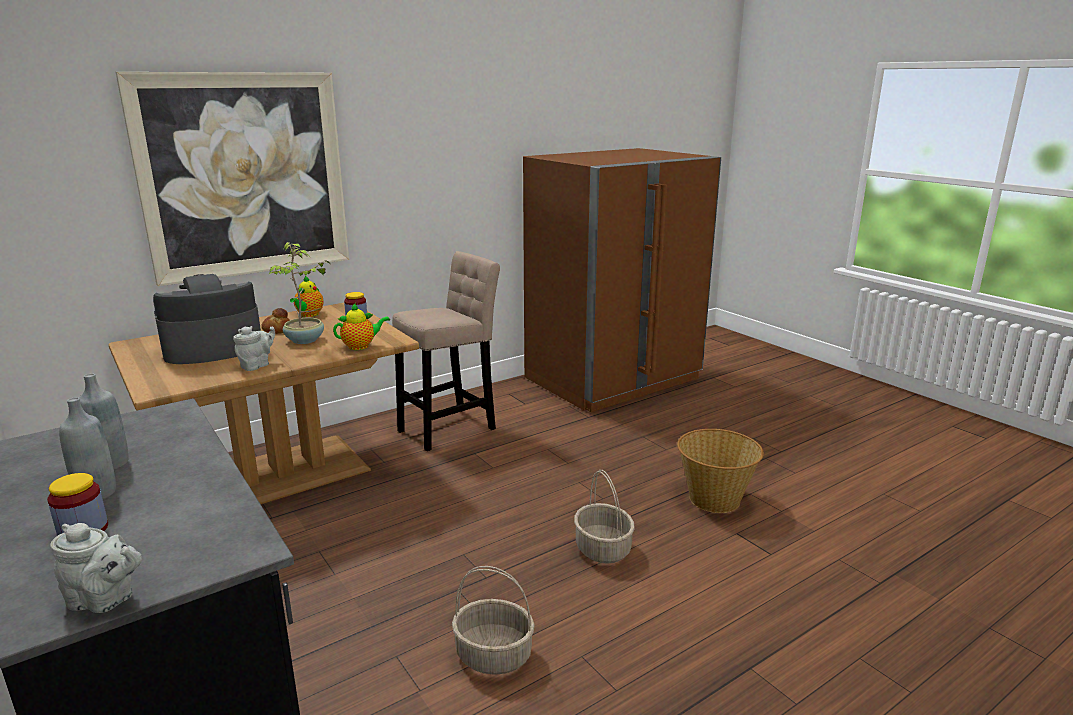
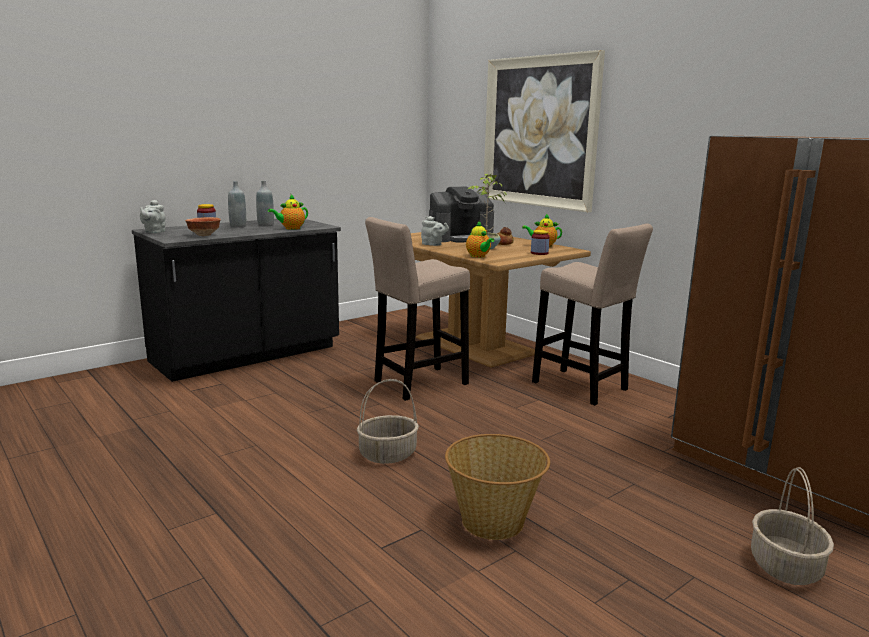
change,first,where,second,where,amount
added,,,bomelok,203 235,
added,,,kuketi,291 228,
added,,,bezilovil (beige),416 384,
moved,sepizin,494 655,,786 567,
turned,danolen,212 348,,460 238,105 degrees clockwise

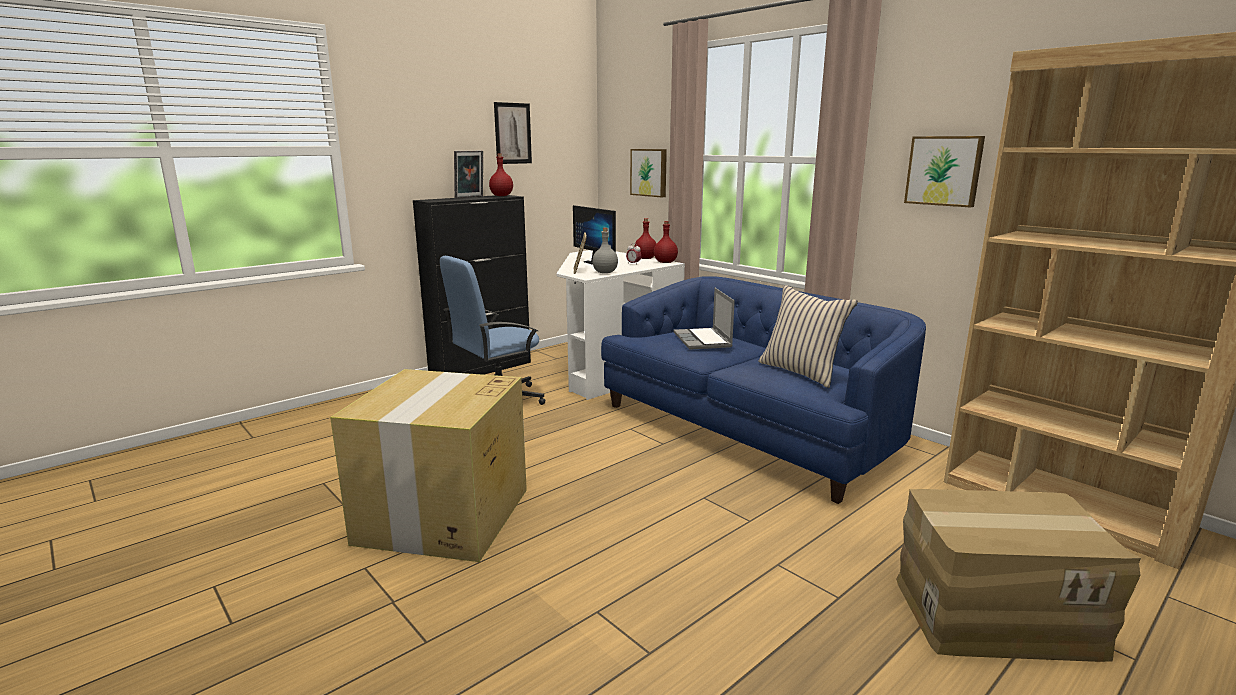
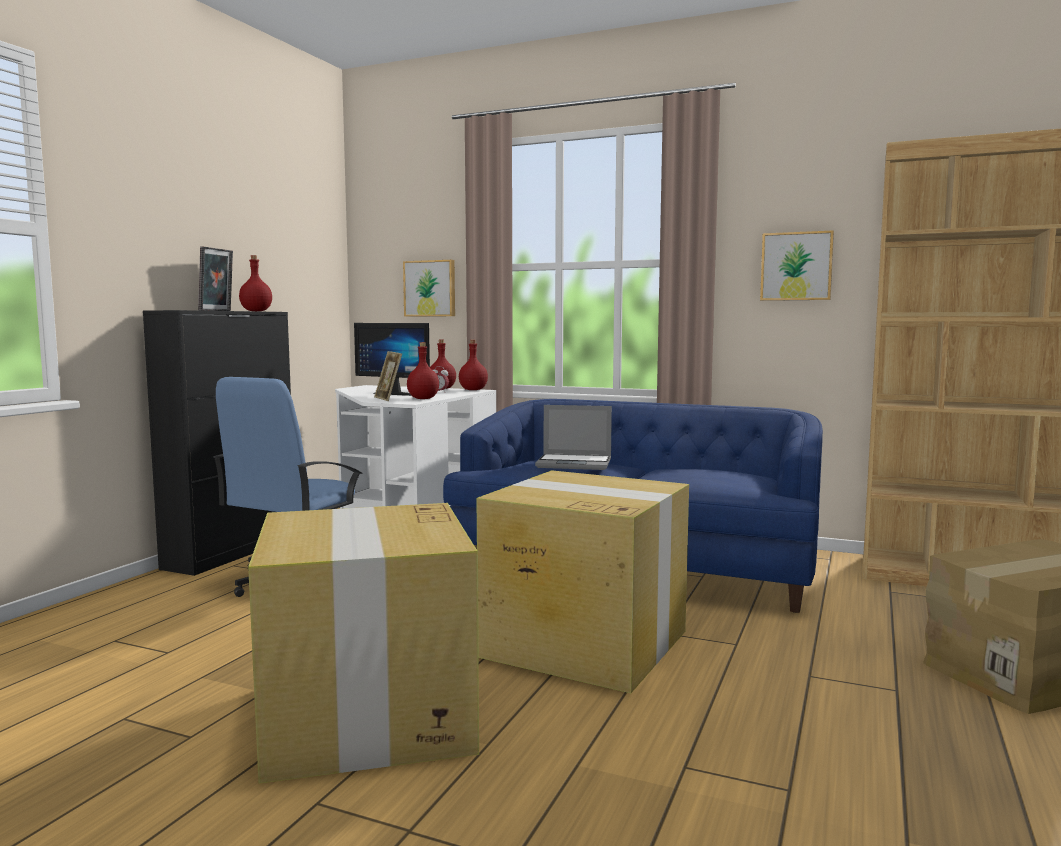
change,first,where,second,where,amount
removed,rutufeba,512 133,,,
removed,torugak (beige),801 372,,,
added,,,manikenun,583 643,
recoloured,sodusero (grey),605 272,sodusero (red),423 398,
turned,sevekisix,703 340,,575 464,45 degrees counterclockwise

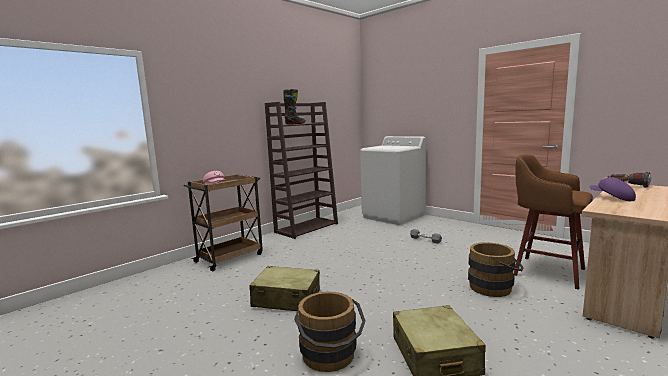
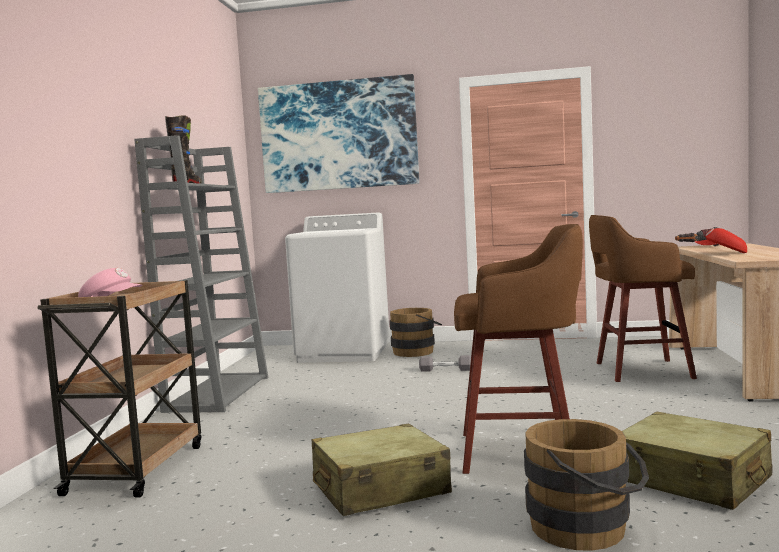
change,first,where,second,where,amount
added,,,rutufeba,338 135,
added,,,bezilovil (brown),521 452,
moved,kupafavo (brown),494 287,,417 351,
recoloured,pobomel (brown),307 228,pobomel (grey),218 393,
recoloured,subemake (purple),611 198,subemake (red),721 253,

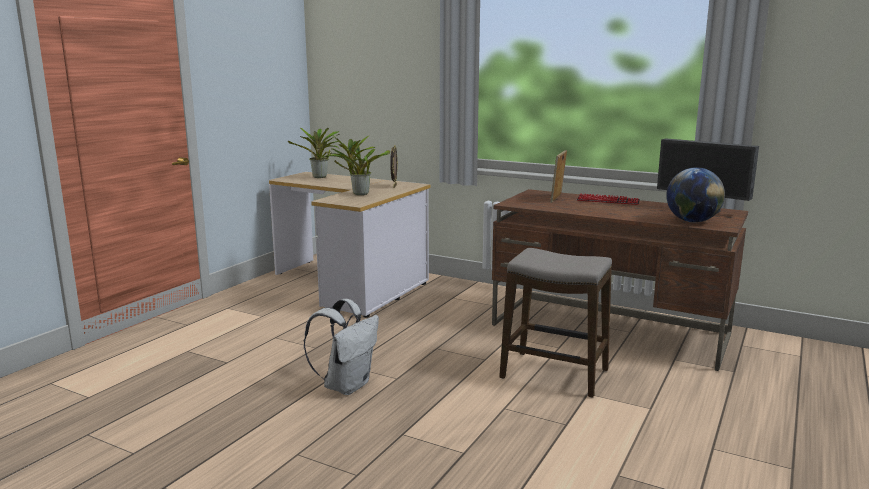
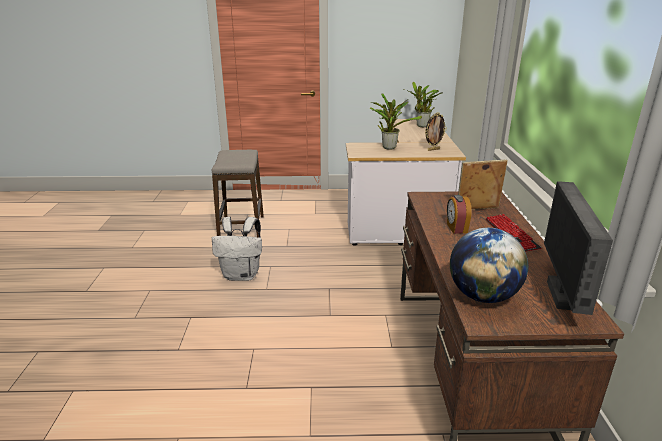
change,first,where,second,where,amount
added,,,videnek,456 228,
moved,bezilovil,554 374,,241 229,

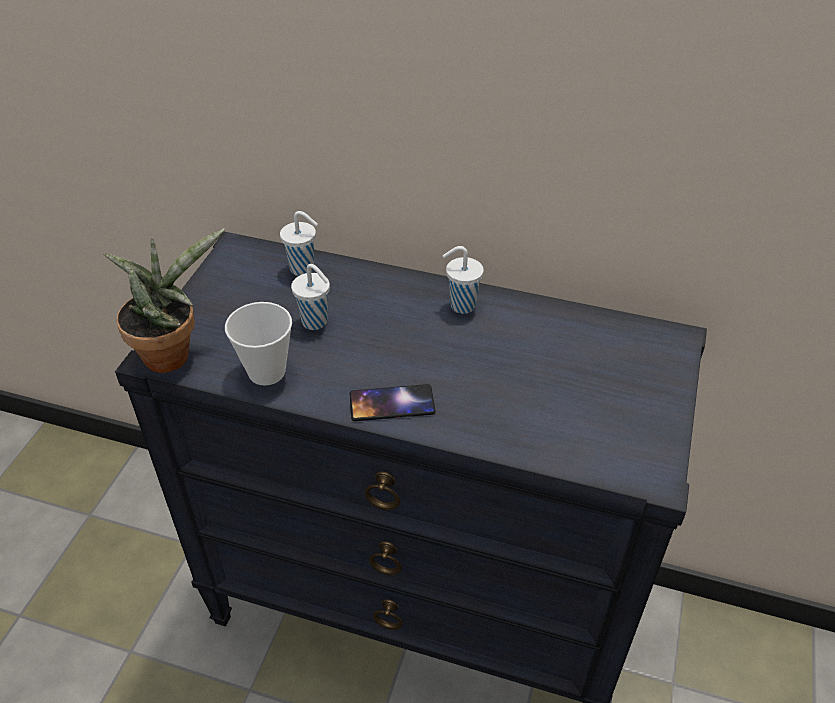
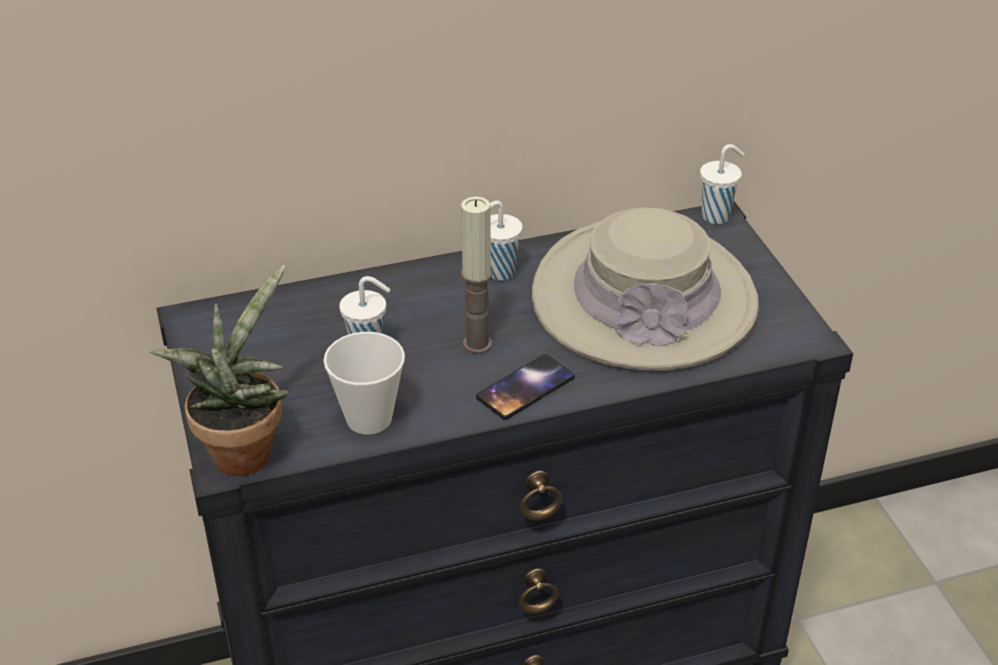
change,first,where,second,where,amount
added,,,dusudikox,477 344,
added,,,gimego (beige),644 299,
moved,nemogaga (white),304 269,,717 216,

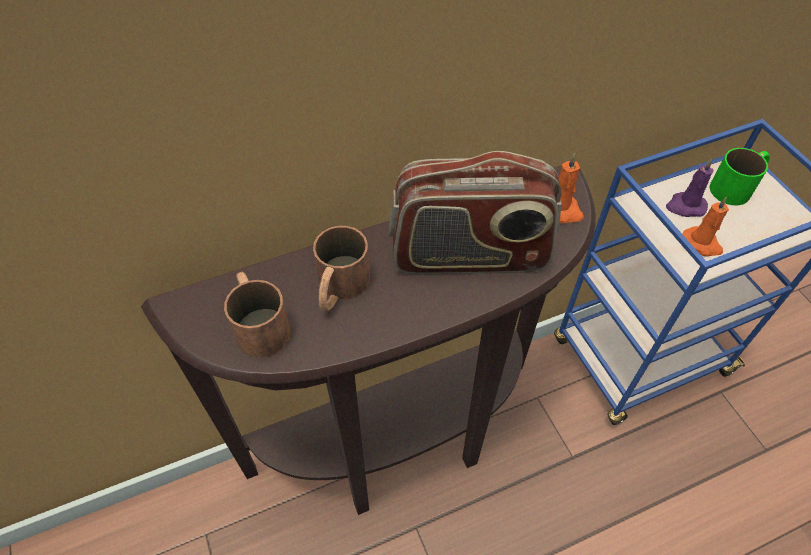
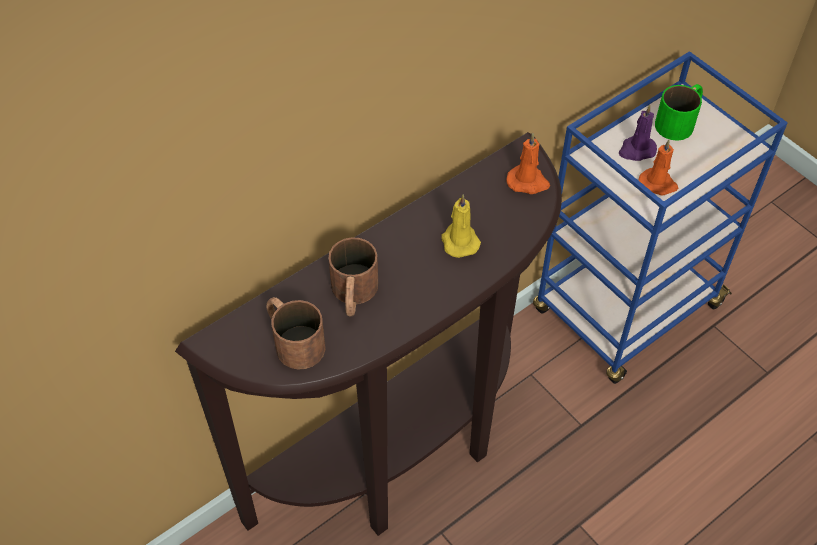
change,first,where,second,where,amount
replaced,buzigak,469 255,dusudikox (yellow),459 241,

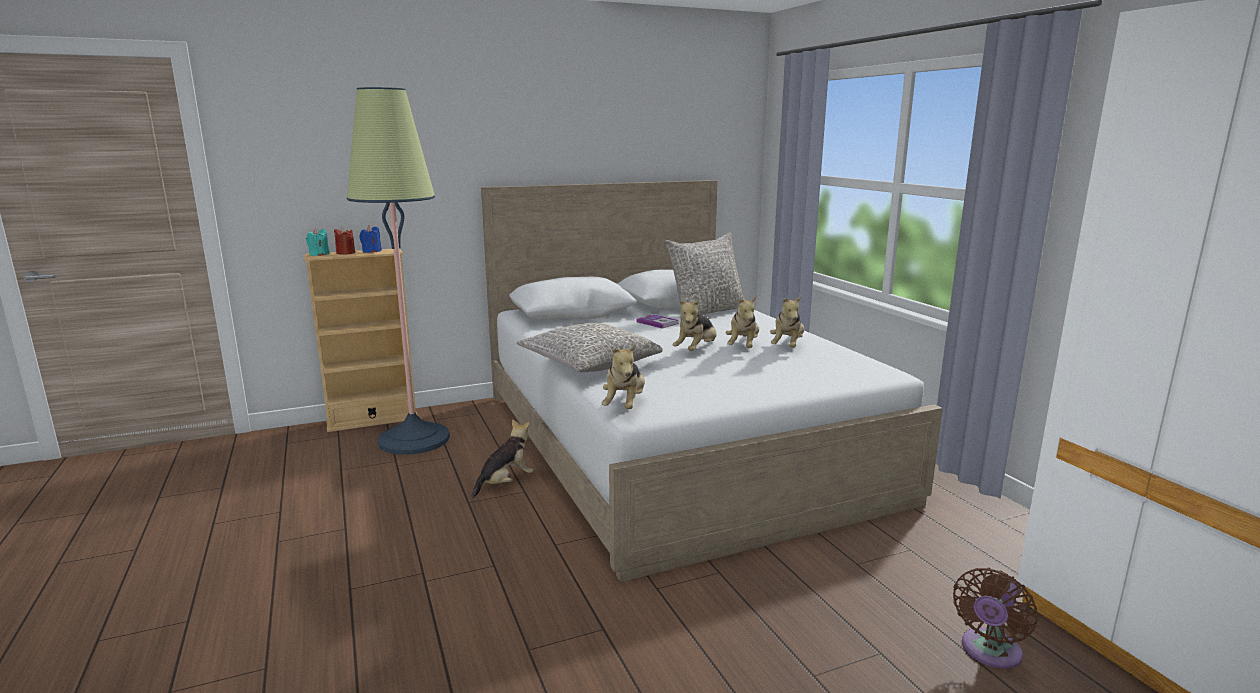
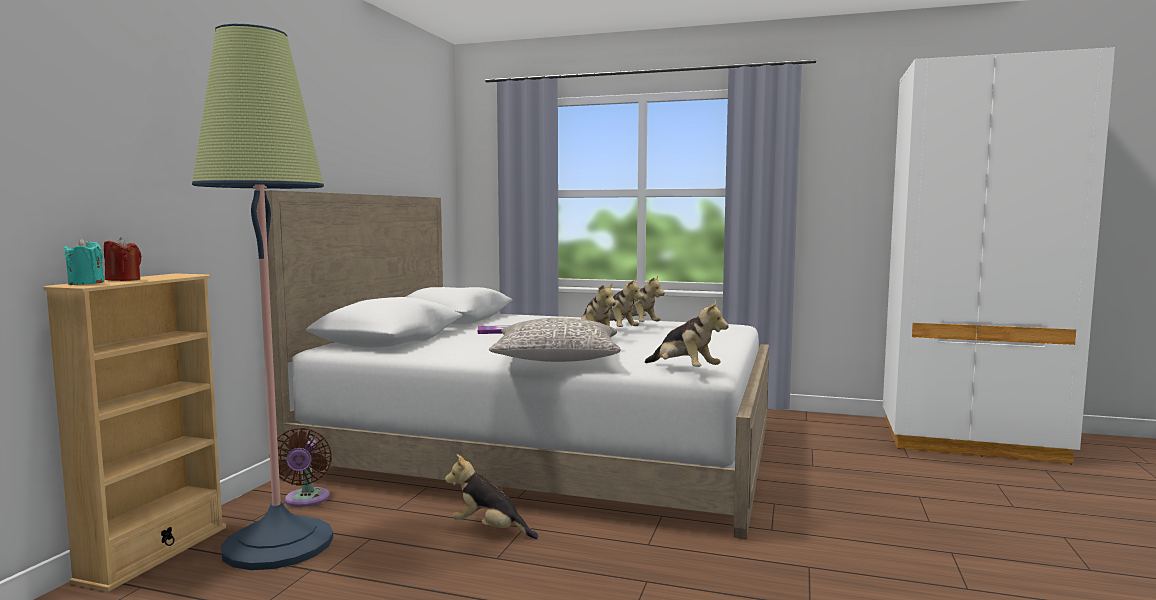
change,first,where,second,where,amount
removed,dusudikox (blue),371 251,,,
removed,torugak (grey),706 312,,,
moved,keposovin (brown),989 652,,306 500,
turned,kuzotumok,505 483,,490 530,60 degrees counterclockwise

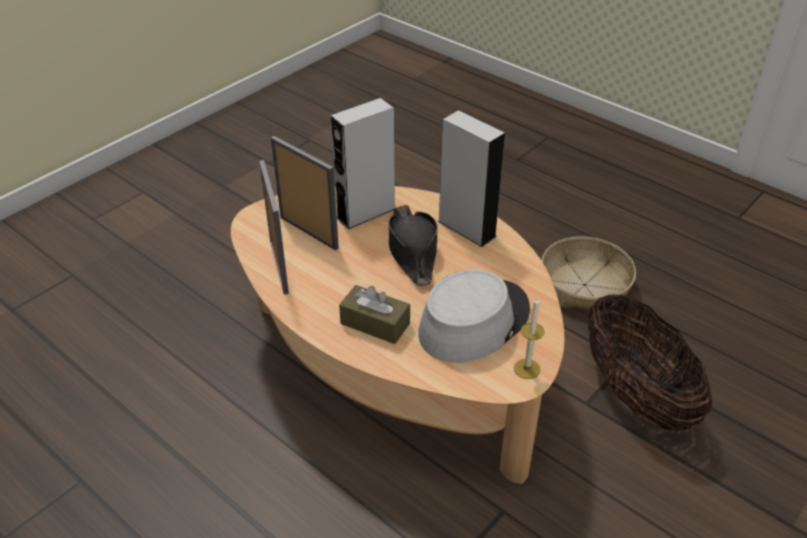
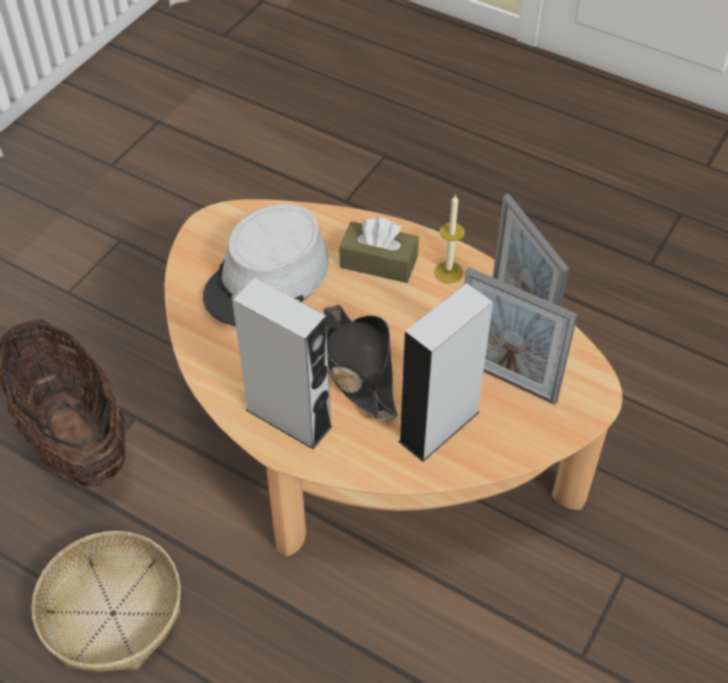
change,first,where,second,where,amount
moved,dusudikox,527 369,,448 272,

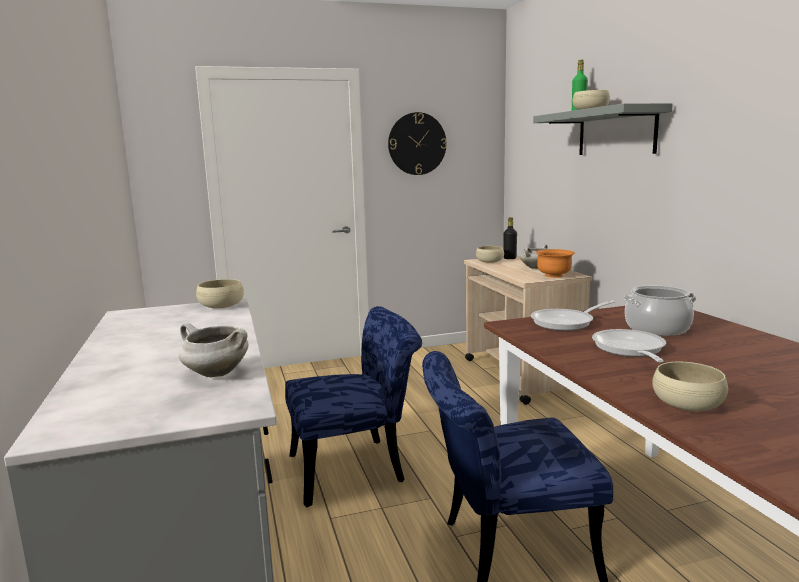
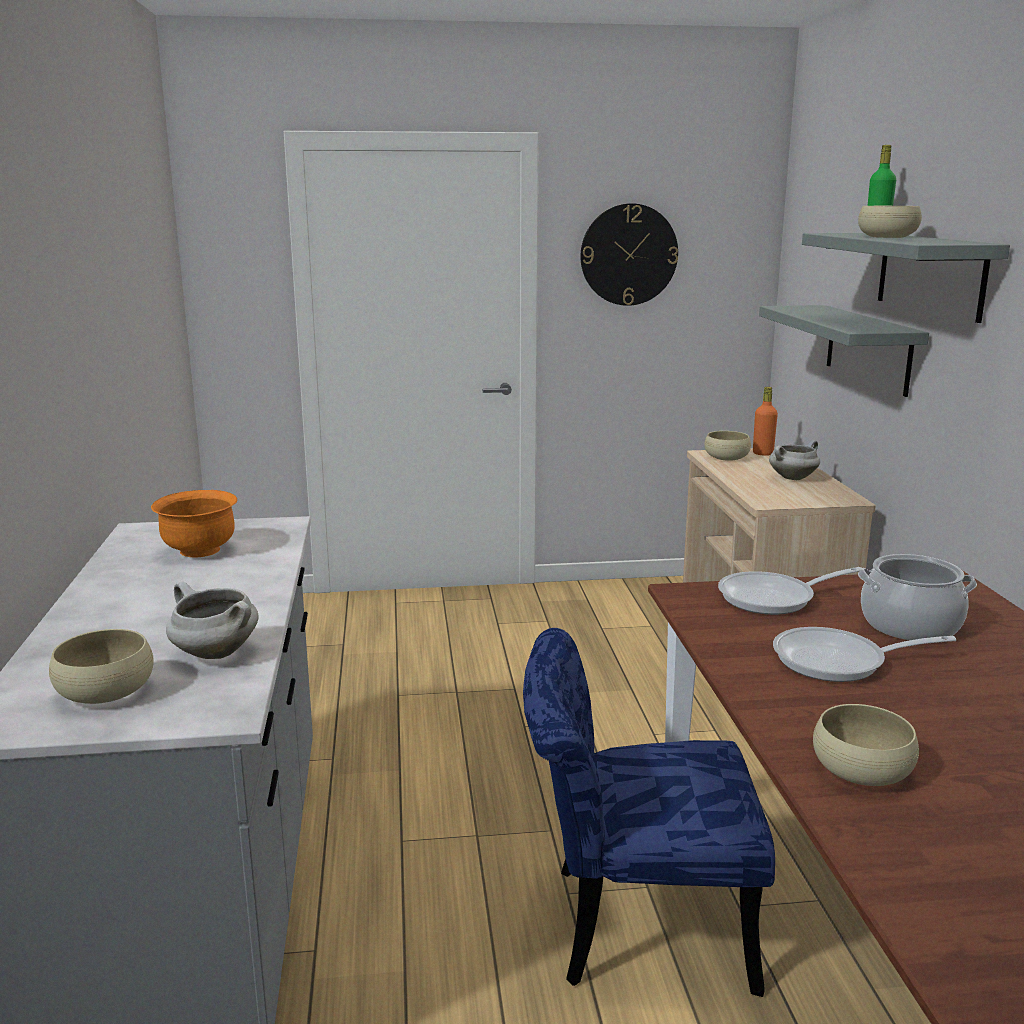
change,first,where,second,where,amount
removed,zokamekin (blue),357 468,,,
added,,,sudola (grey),868 348,
moved,bomelok (beige),221 305,,106 691,
moved,bomelok (orange),554 276,,199 551,
recoloured,sodusero (black),509 258,sodusero (orange),763 453,
turned,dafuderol,629 350,,839 662,105 degrees counterclockwise

